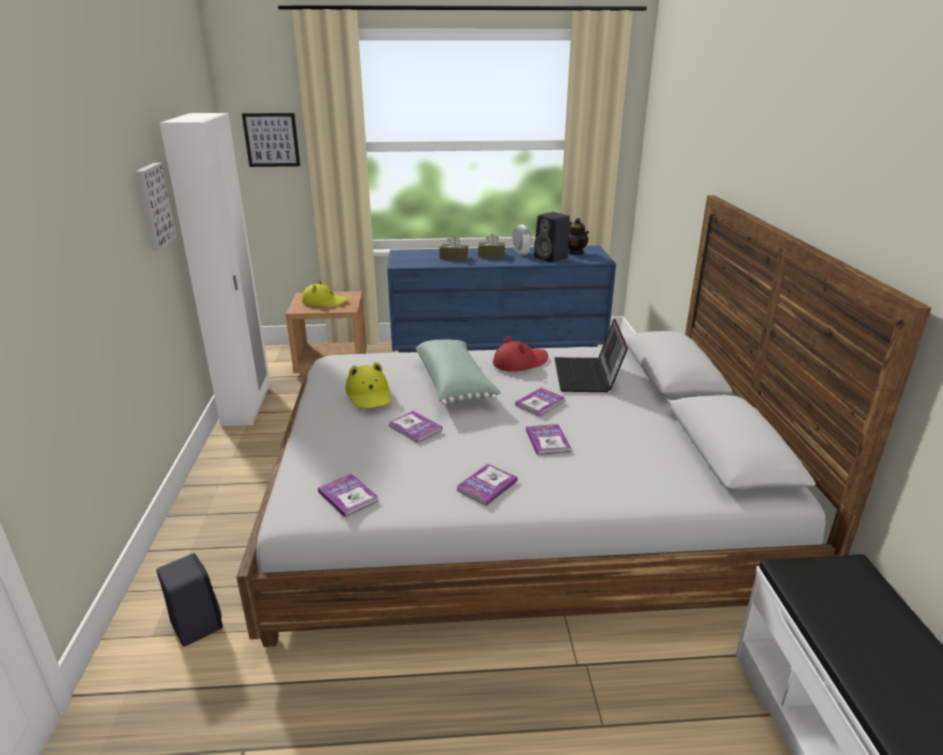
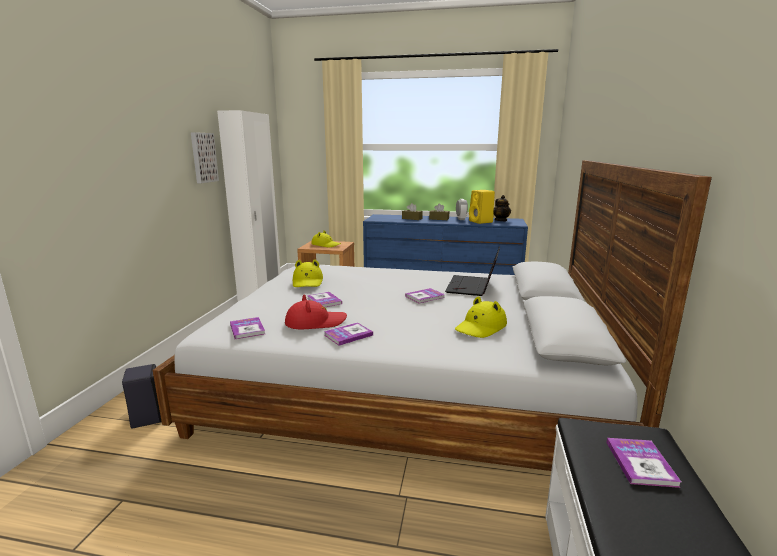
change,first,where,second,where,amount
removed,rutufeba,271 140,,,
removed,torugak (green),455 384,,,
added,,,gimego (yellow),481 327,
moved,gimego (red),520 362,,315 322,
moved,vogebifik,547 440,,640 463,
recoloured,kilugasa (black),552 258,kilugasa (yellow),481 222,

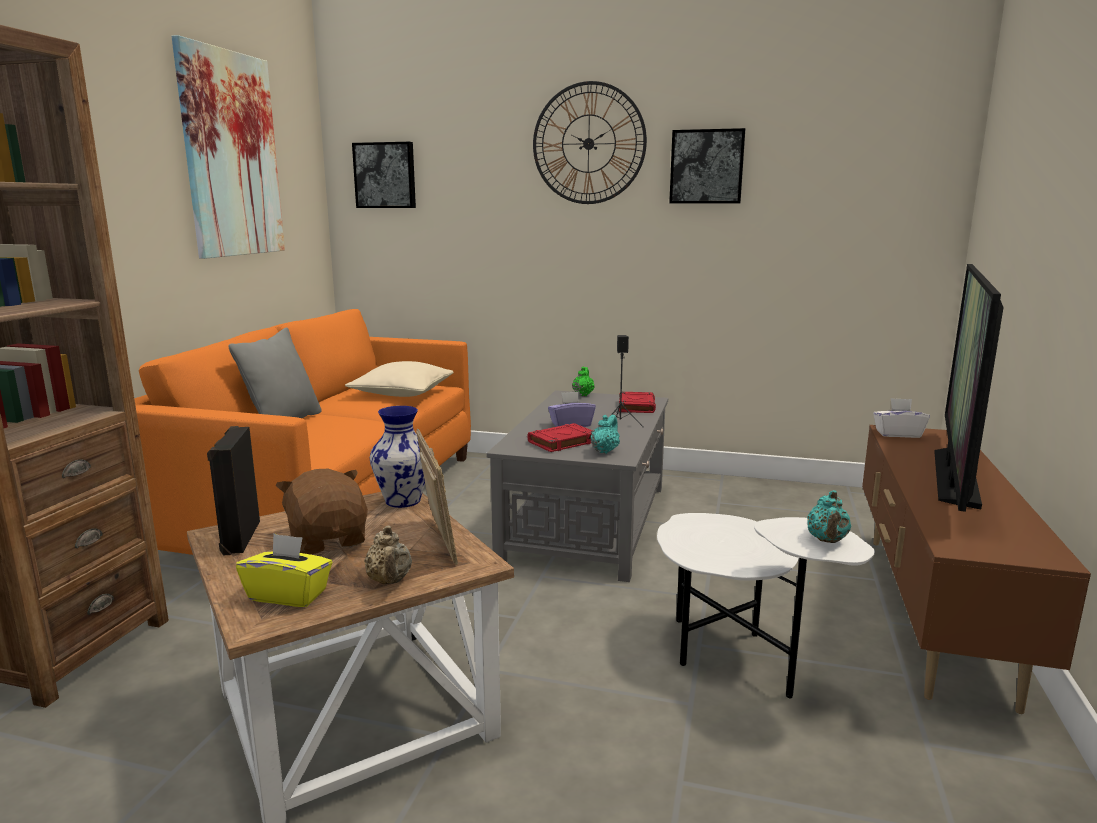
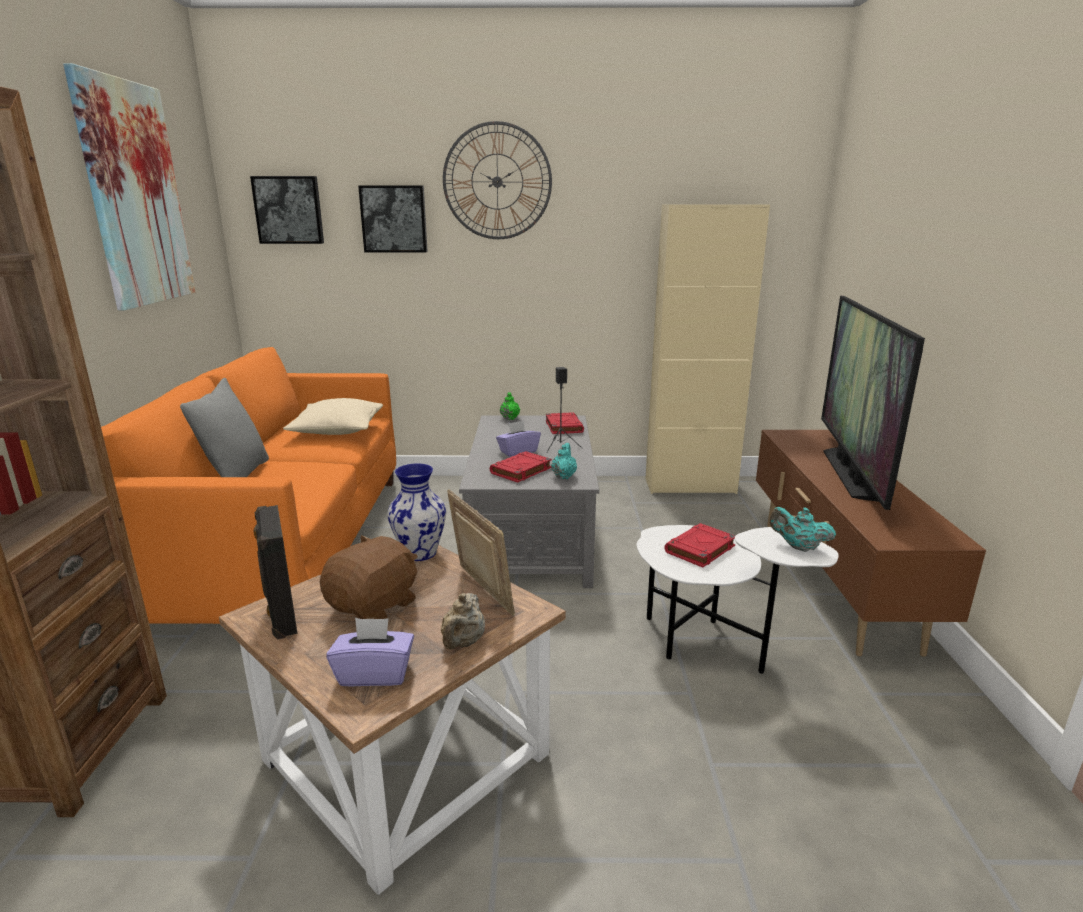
change,first,where,second,where,amount
removed,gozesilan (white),898 434,,,
added,,,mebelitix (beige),690 486,
added,,,vogebifik (red),700 549,
moved,rutufeba,706 167,,394 219,
recoloured,gozesilan (yellow),288 595,gozesilan (purple),375 673,
turned,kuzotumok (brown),328 540,,375 606,75 degrees clockwise
turned,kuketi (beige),389 581,,463 643,45 degrees clockwise
turned,kuketi (turquoise),827 540,,798 547,120 degrees clockwise

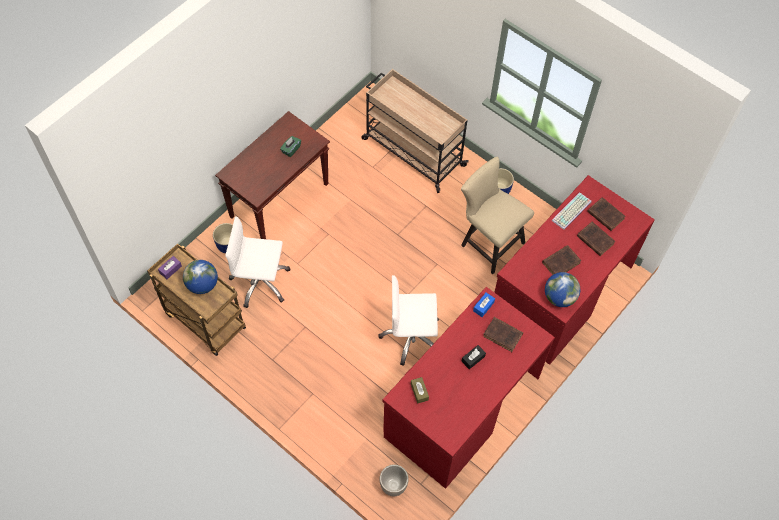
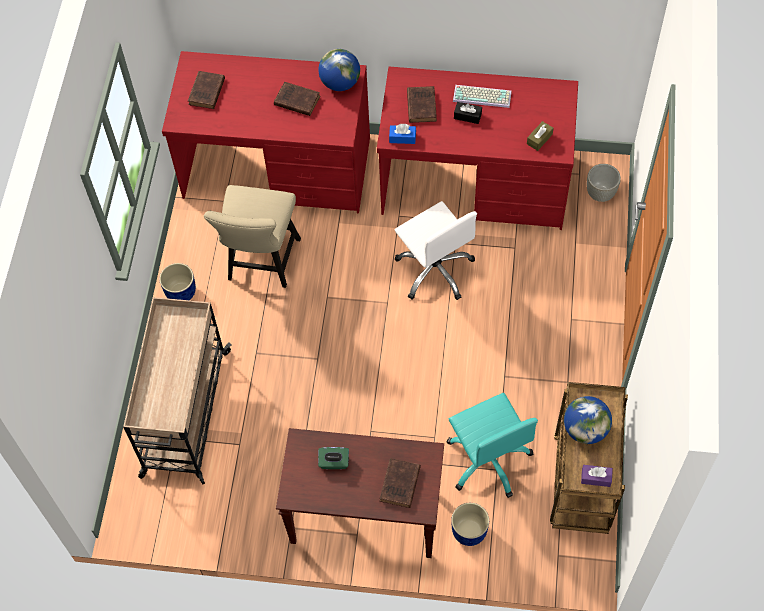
change,first,where,second,where,amount
moved,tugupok,571 212,,483 96,
moved,vogebifik (brown),594 239,,399 485,
recoloured,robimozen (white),260 282,robimozen (turquoise),488 459,

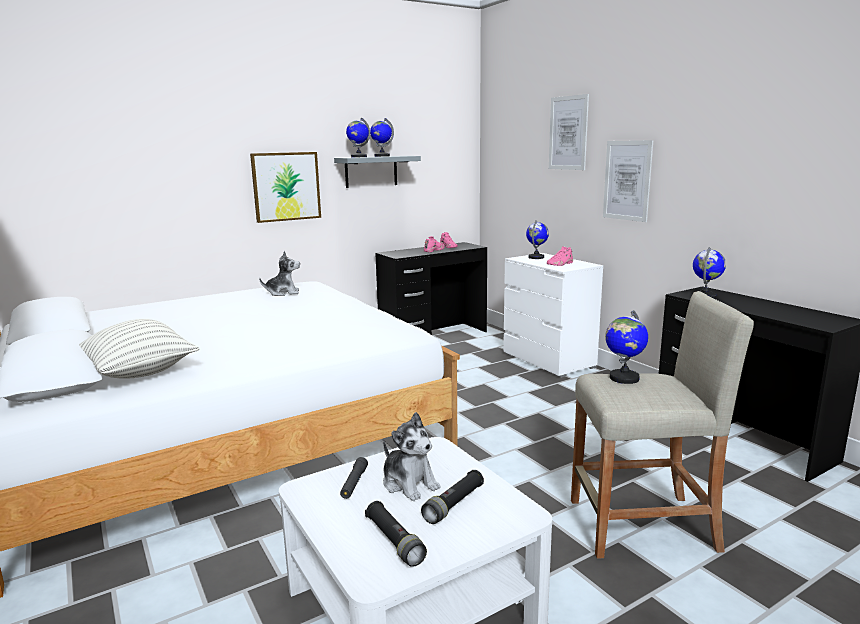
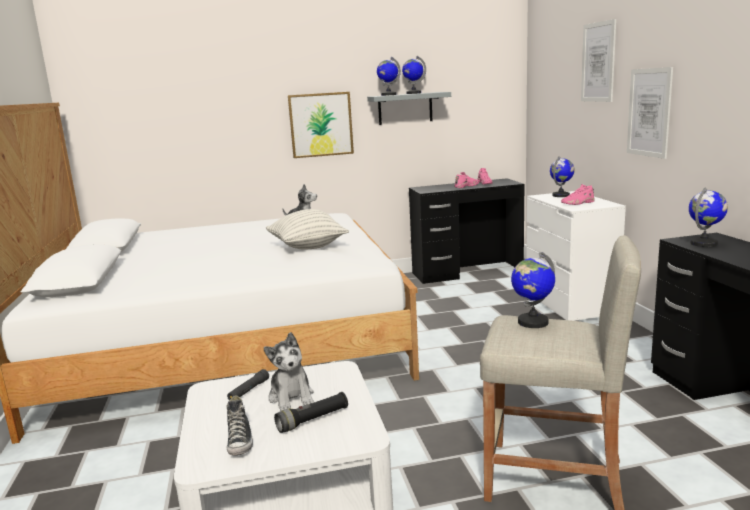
change,first,where,second,where,amount
moved,torugak,138 373,,307 247,
replaced,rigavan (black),394 541,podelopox,240 441,

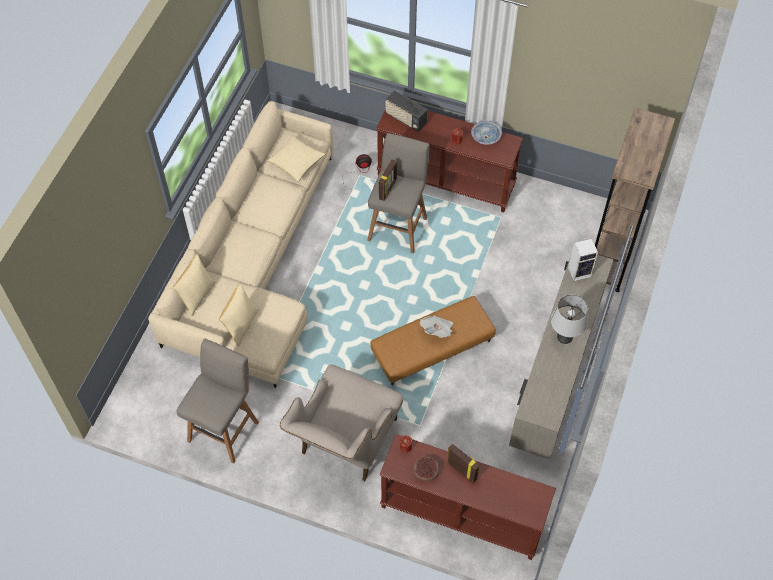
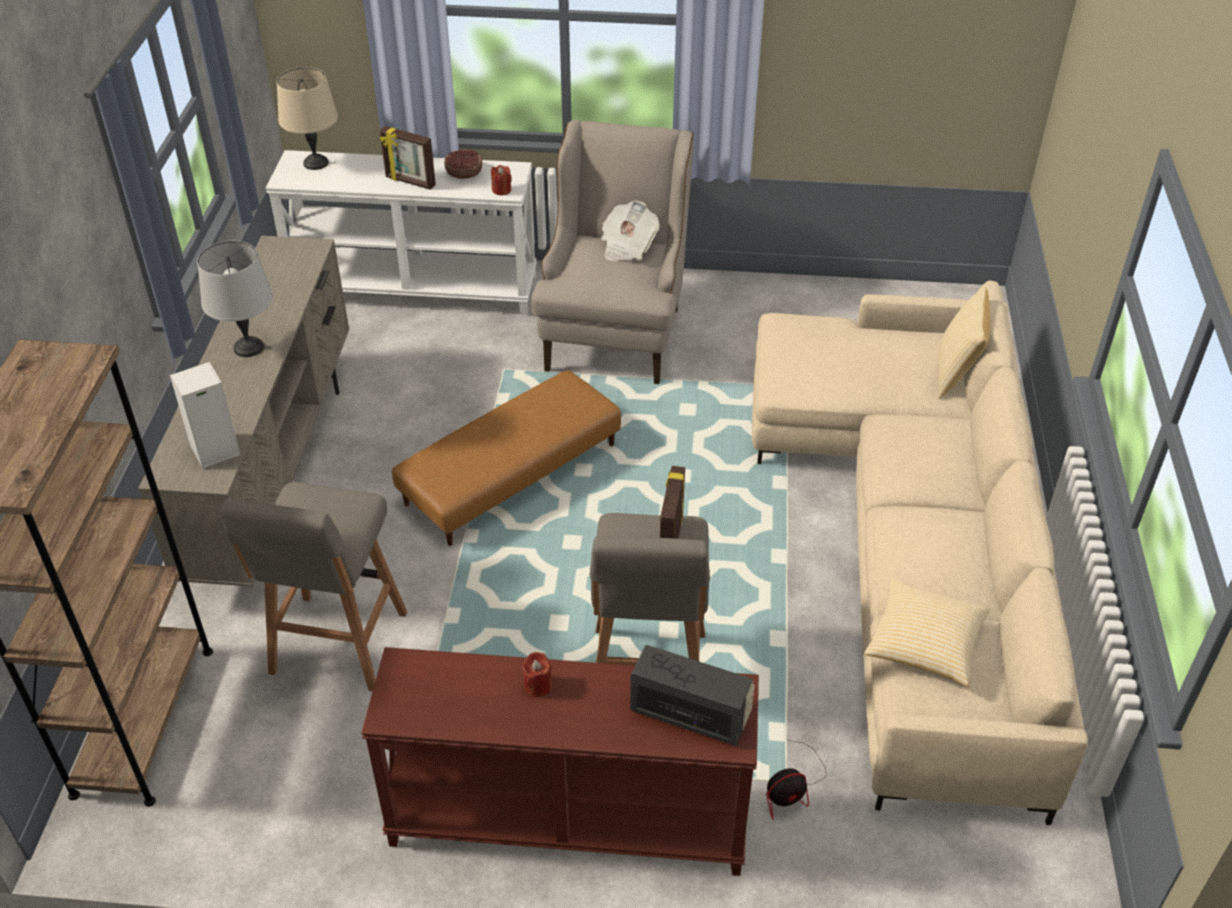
change,first,where,second,where,amount
removed,torugak,240 325,,,
removed,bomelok,486 137,,,
added,,,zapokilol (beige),316 163,
moved,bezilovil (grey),224 429,,337 647,
moved,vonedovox,437 330,,627 246,
recoloured,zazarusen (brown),461 515,zazarusen (white),415 288,

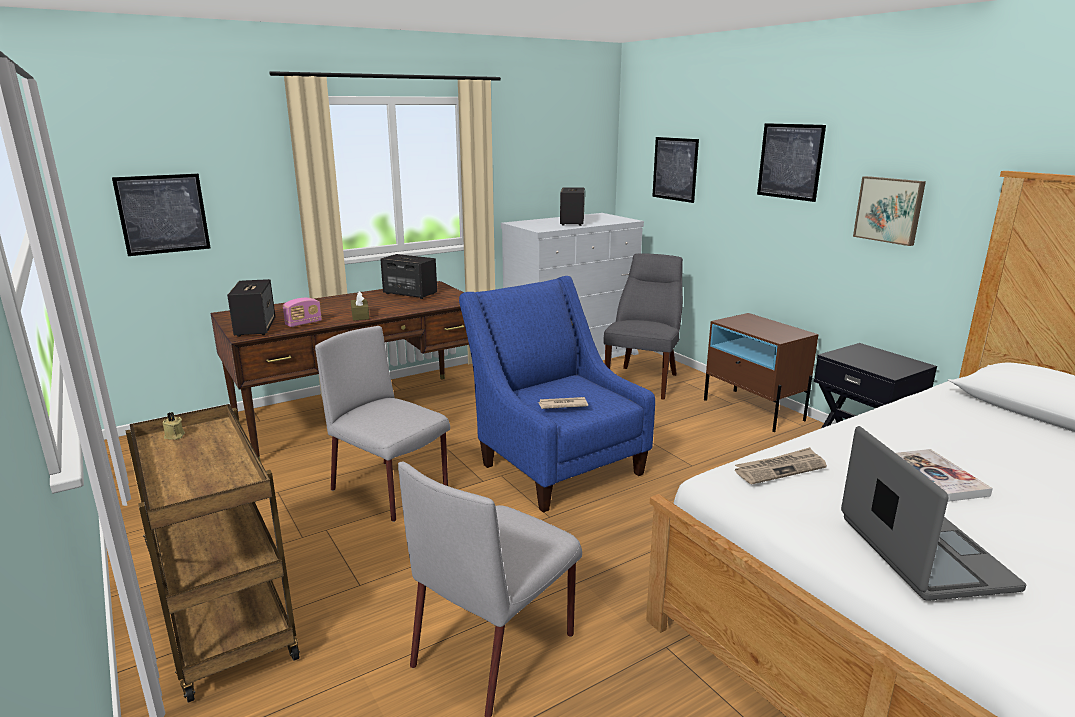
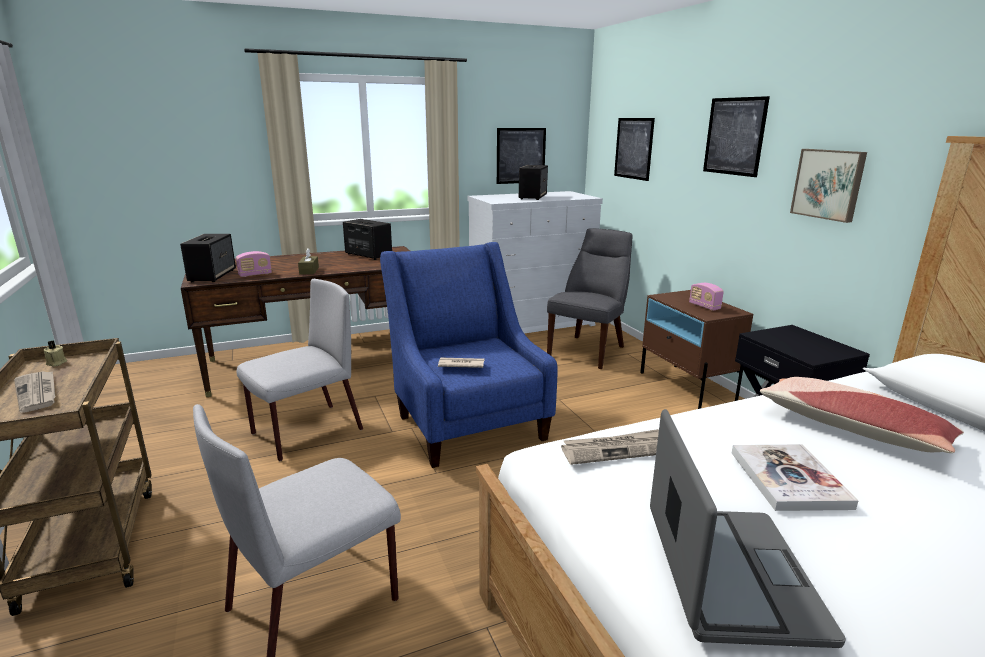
change,first,where,second,where,amount
added,,,vonedovox,38 393,
added,,,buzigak,704 306,
added,,,torugak,850 428,
moved,rutufeba,163 214,,521 155,
turned,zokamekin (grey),391 490,,305 432,90 degrees clockwise

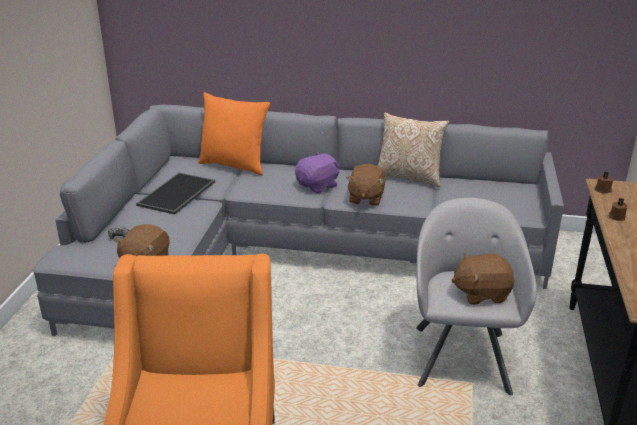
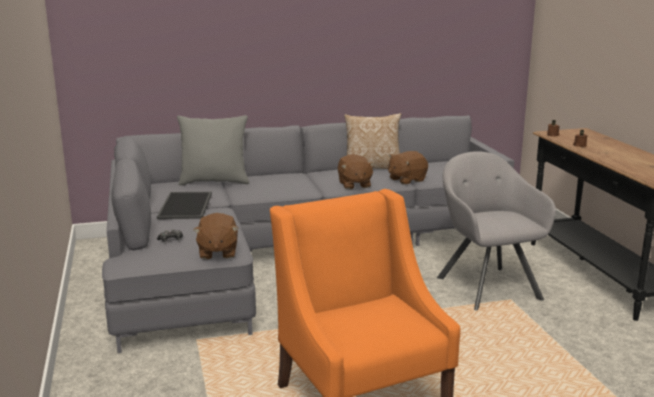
change,first,where,second,where,amount
removed,kuzotumok (purple),318 186,,,
moved,kuzotumok (brown),481 293,,406 180,
recoloured,torugak (orange),234 165,torugak (grey),214 181,

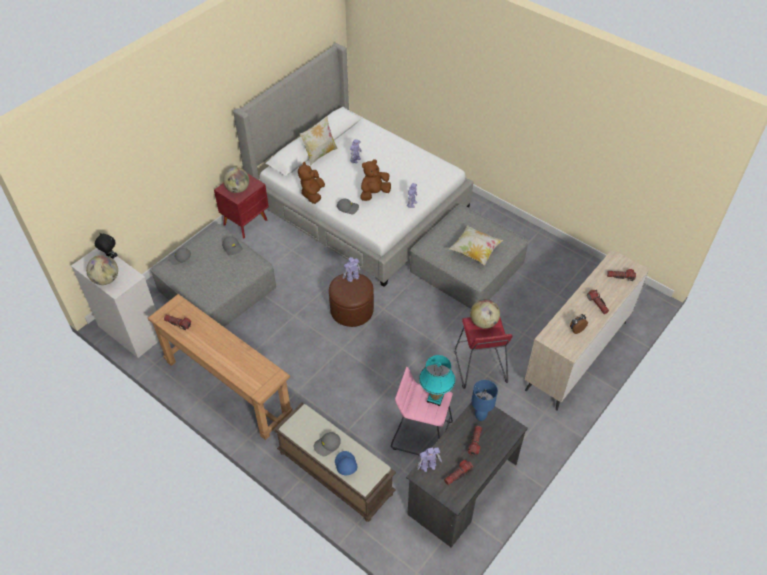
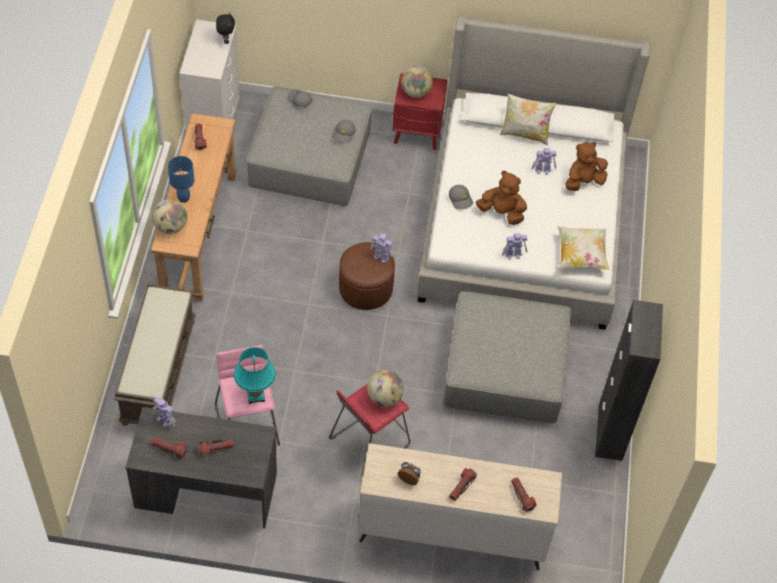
change,first,where,second,where,amount
removed,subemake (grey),327 445,,,
removed,subemake (blue),345 465,,,
added,,,mebelitix (black),610 432,
moved,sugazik,106 279,,170 227,
moved,kuzotumok (brown),313 194,,583 181,
moved,torugak,475 251,,581 255,
moved,zapokilol (blue),481 416,,183 199,

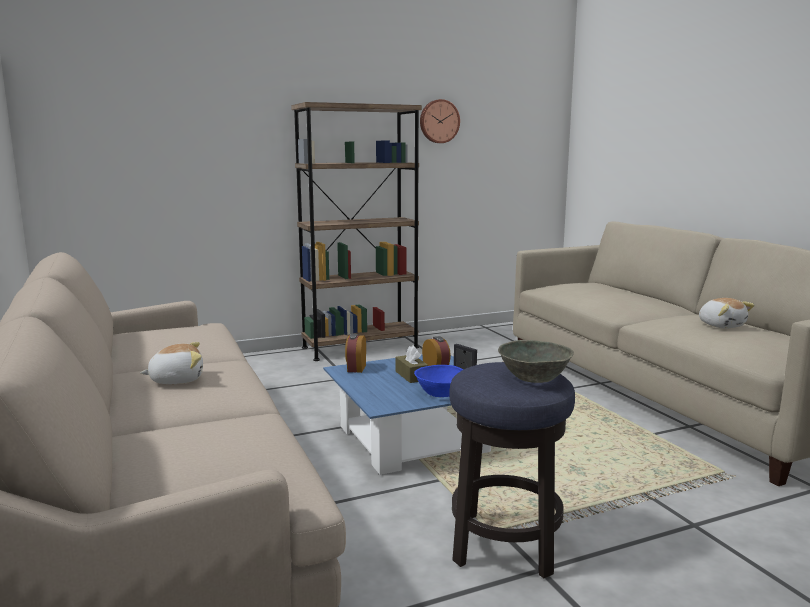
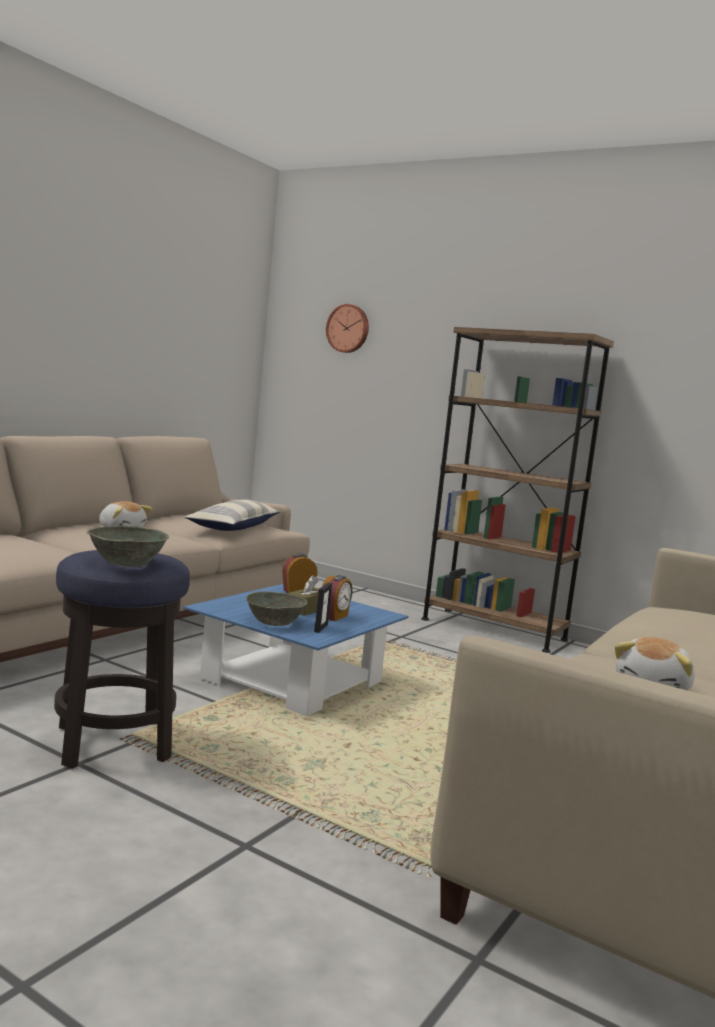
change,first,where,second,where,amount
added,,,torugak,234 527,
moved,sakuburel,439 121,,348 328,
recoloured,bomelok (blue),442 393,bomelok (grey),275 622,

